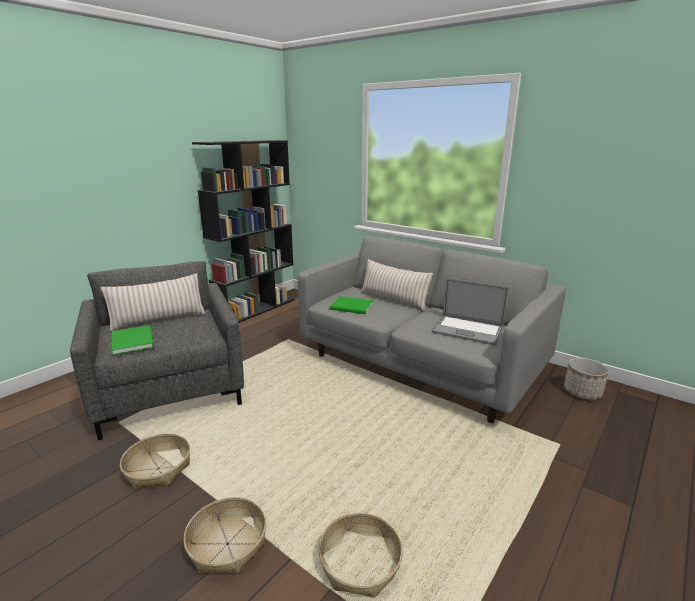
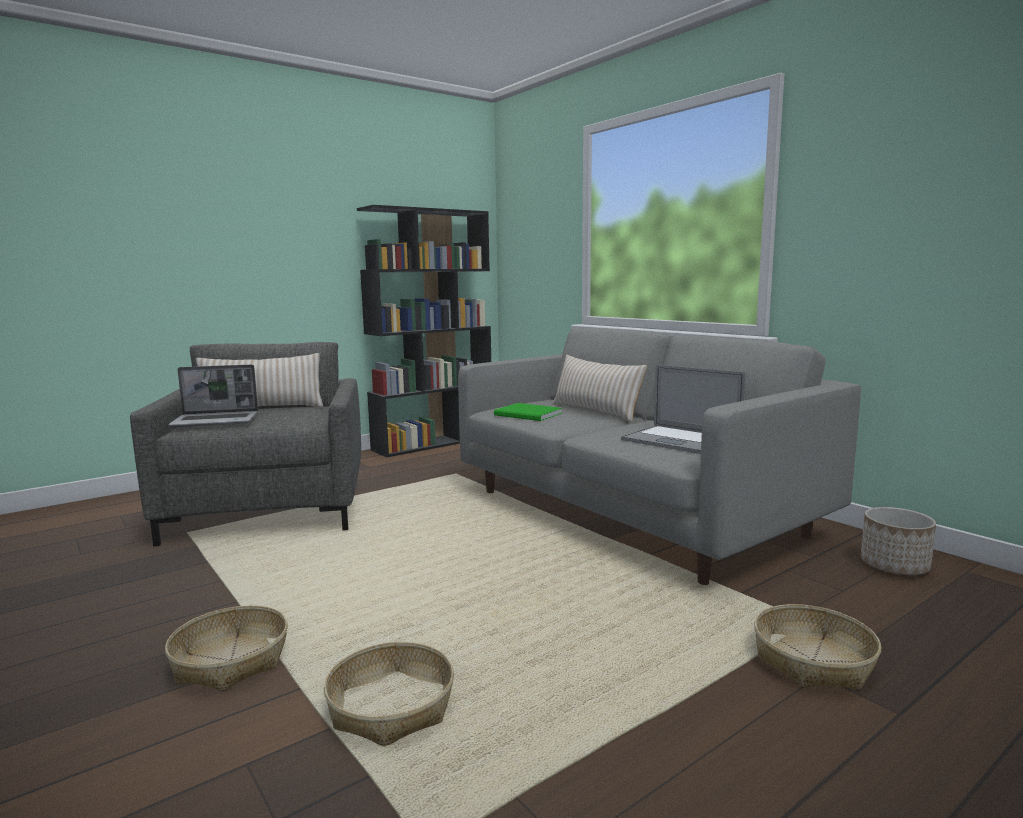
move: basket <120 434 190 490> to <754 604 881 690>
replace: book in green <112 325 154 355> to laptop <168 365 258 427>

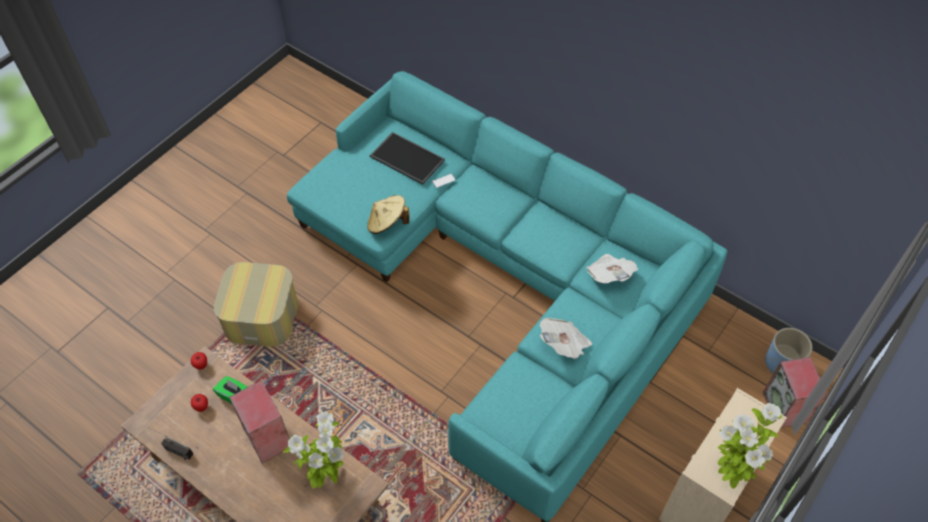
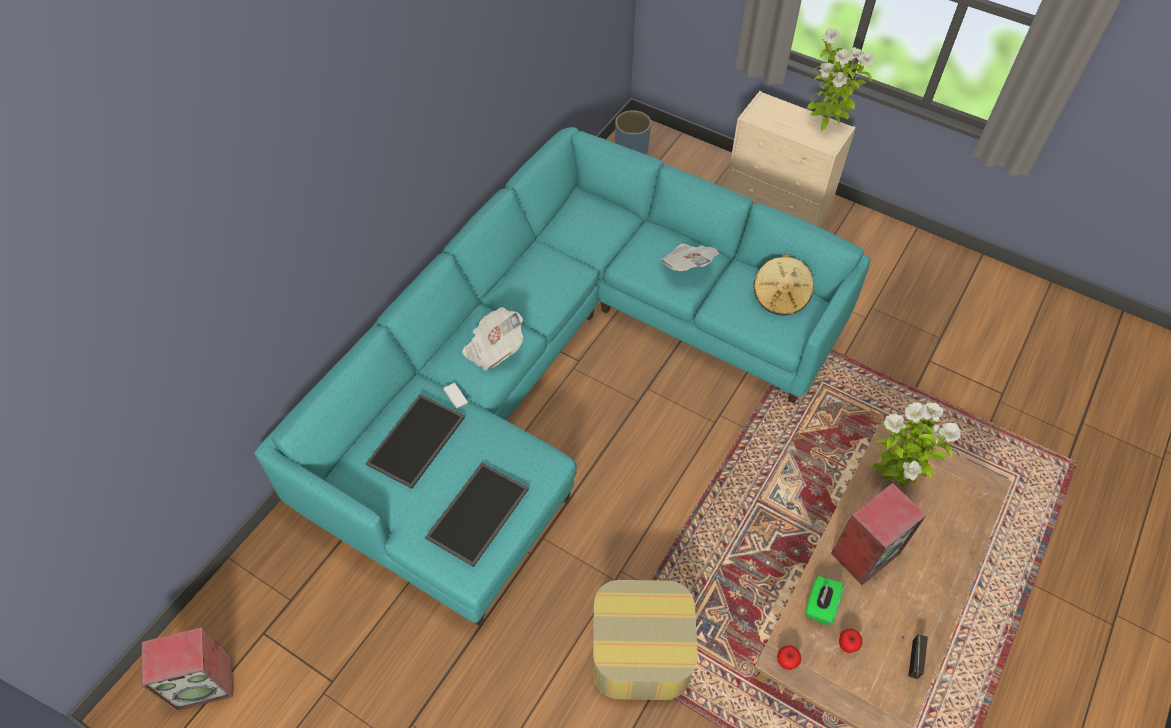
insert: tray <425 463 529 567>
move: hat in beige <367 195 409 234> to <753 254 814 316>; newspaper <586 254 638 283> to <462 307 523 371>; speaker <763 357 827 428> to <141 627 233 711>

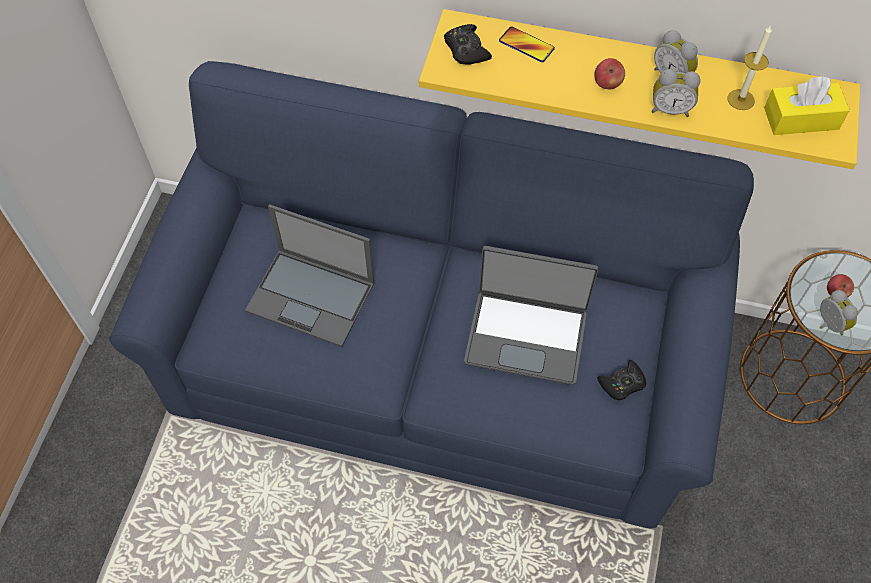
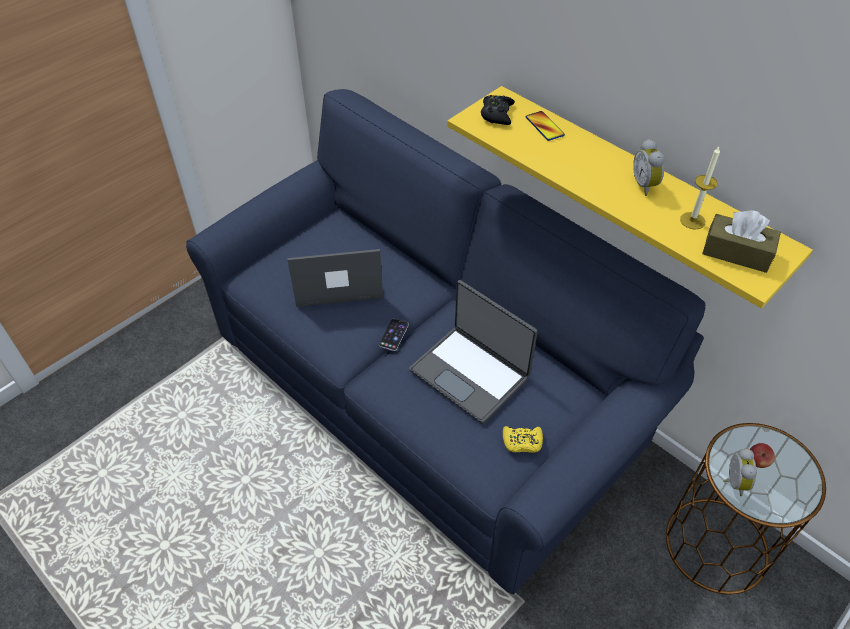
delete: apple <594 58 625 89>; alarm clock <651 69 700 117>
insert: phone <379 318 409 351>
recolor: tissue box in yellow <764 76 850 135> to tissue box in brown <702 210 781 273>; game controller in black <597 360 646 400> to game controller in yellow <503 426 543 453>
rotate: laptop <245 204 375 347> = <287 249 383 307> 120 degrees clockwise

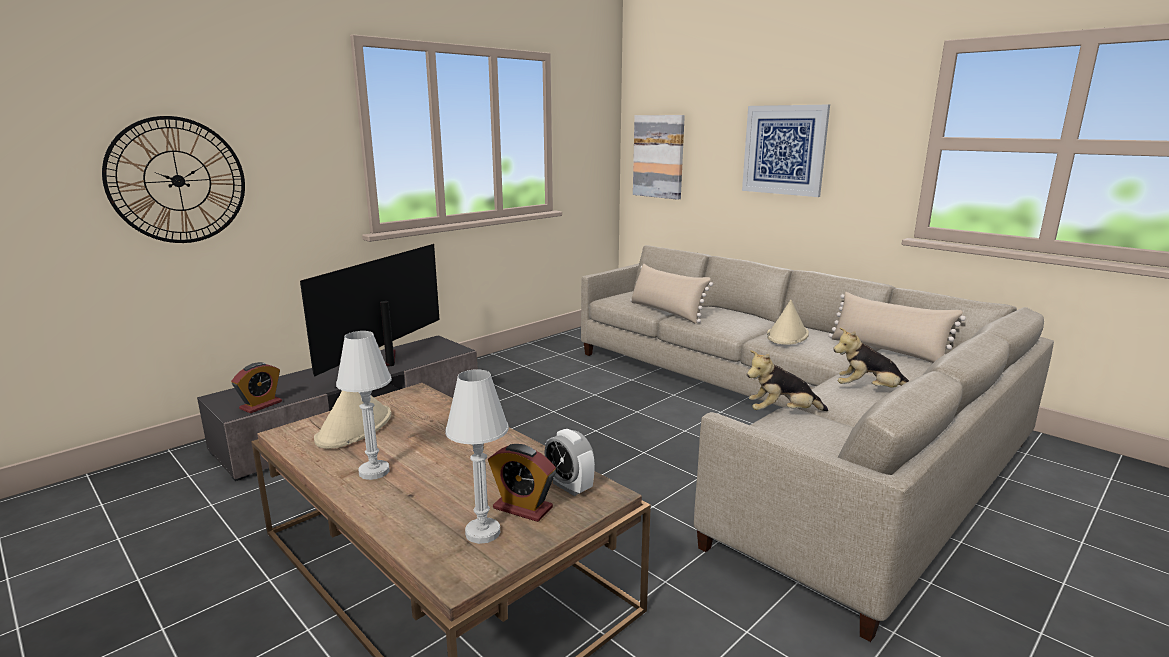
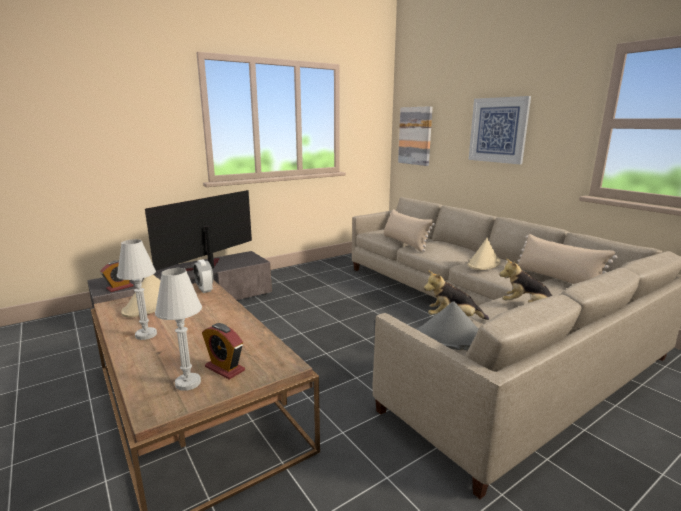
delete: wall clock <102 116 245 243>
insert: hat in grey <416 301 479 350>
move: alarm clock <544 429 595 496> to <193 260 213 293>

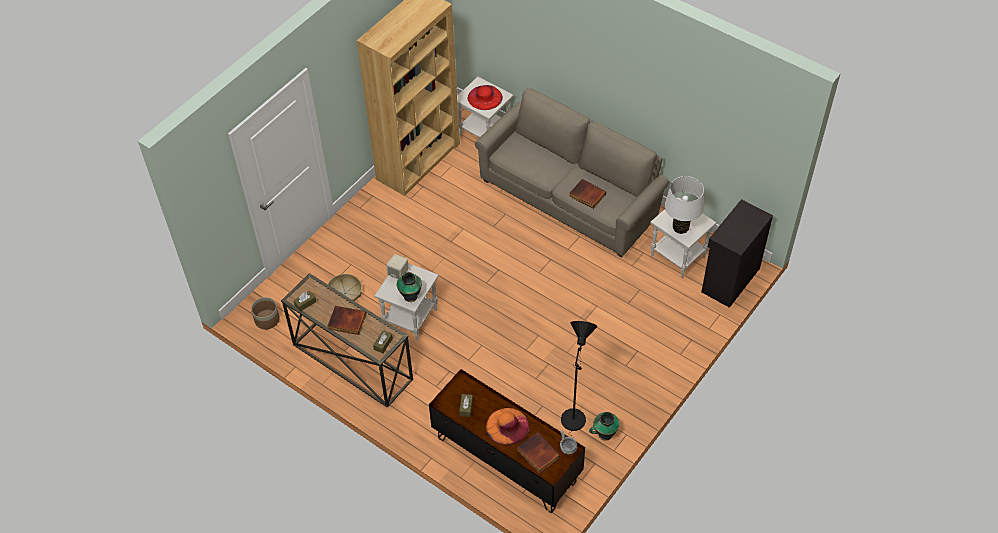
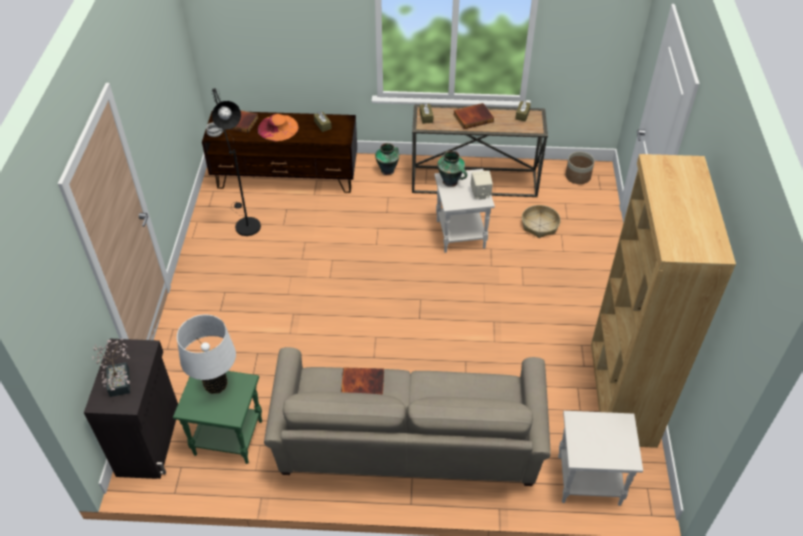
delete: hat in red <468 85 503 110>
insert: potted plant <92 338 130 397>
move: vase <589 412 620 441> to <375 143 400 175>
recolor: side table in white <650 197 716 278> to side table in green <173 371 262 464>

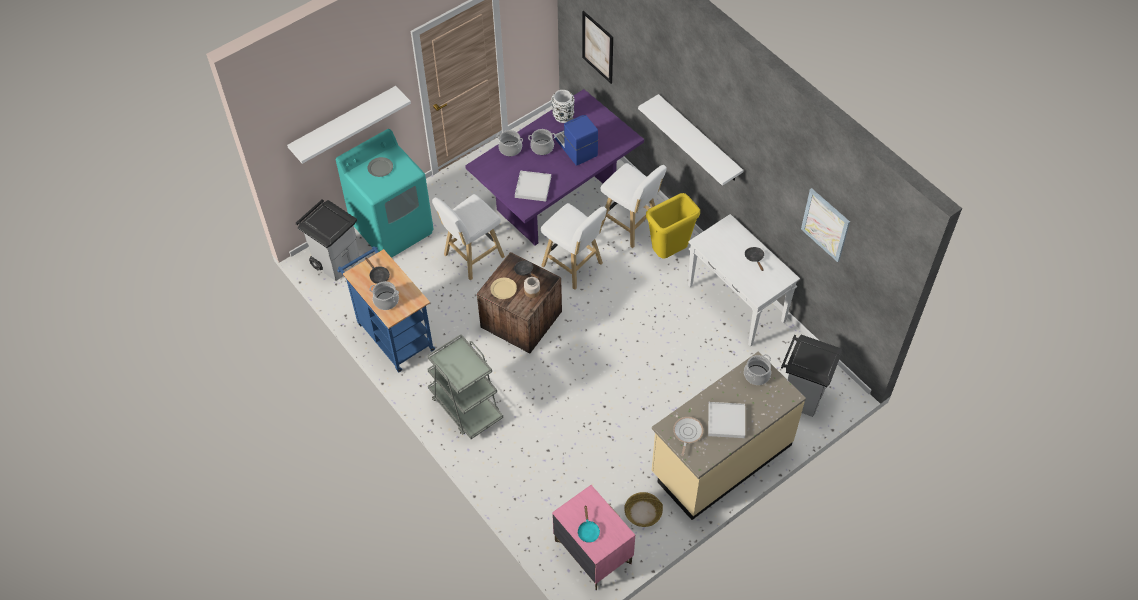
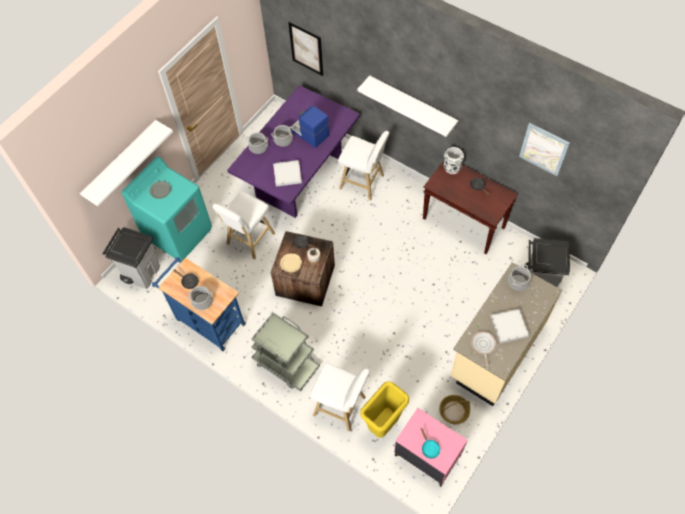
move: vase in white <552 90 574 123> to <444 147 464 174>; trash can in yellow <646 193 700 258> to <360 381 409 438>; stool in white <541 203 607 290> to <310 363 370 431>
recolor: console table in white <688 214 800 347> to console table in brown <423 161 518 254>

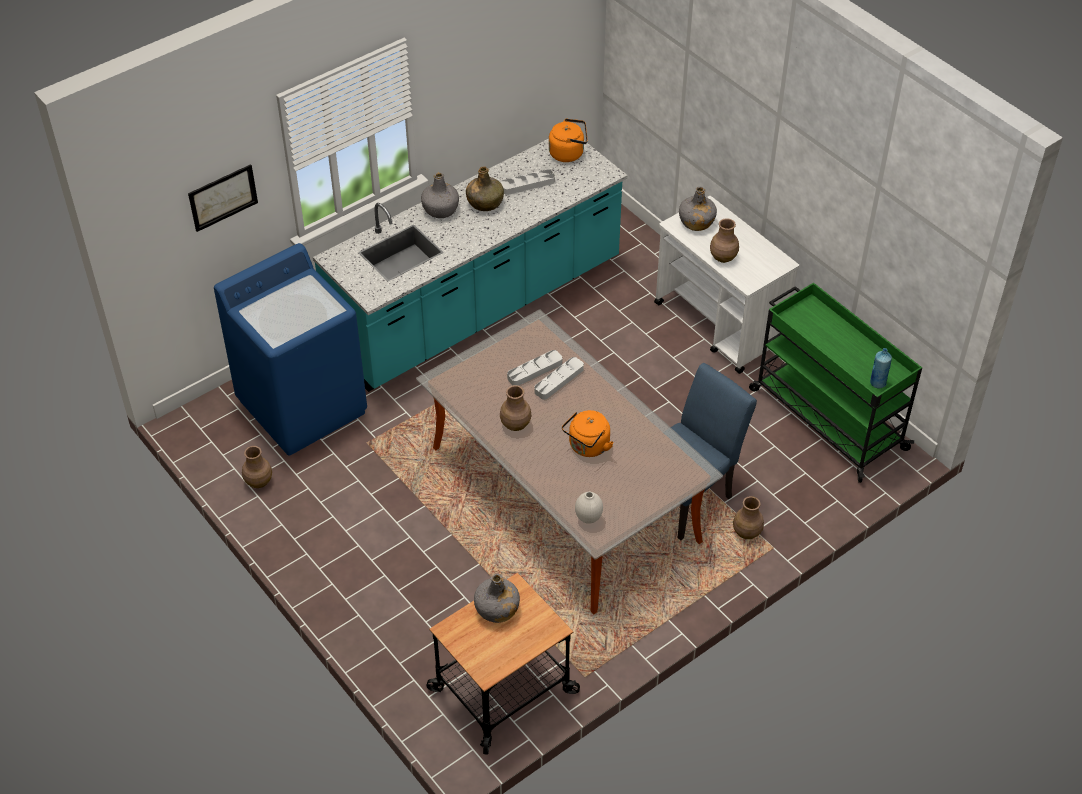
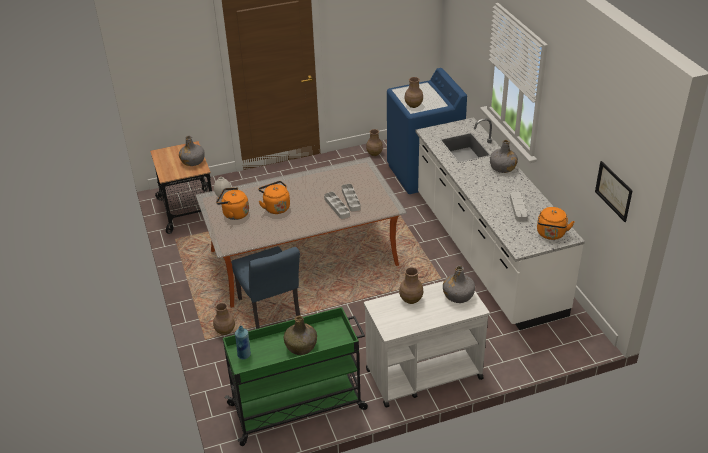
insert: kettle in orange <216 187 249 220>
move: picture <188 164 258 232> to <595 161 632 222>; bottle in green <466 166 504 211> to <284 315 317 355>; vase in brown <500 385 531 431> to <404 77 423 108>
recolor: counter in turquoise <313 139 627 392> to counter in white <415 117 585 330>

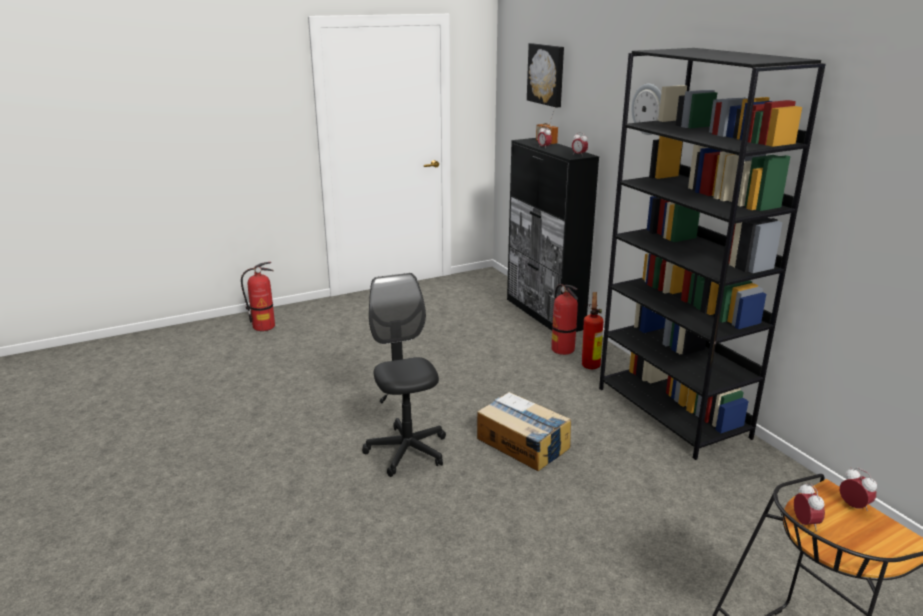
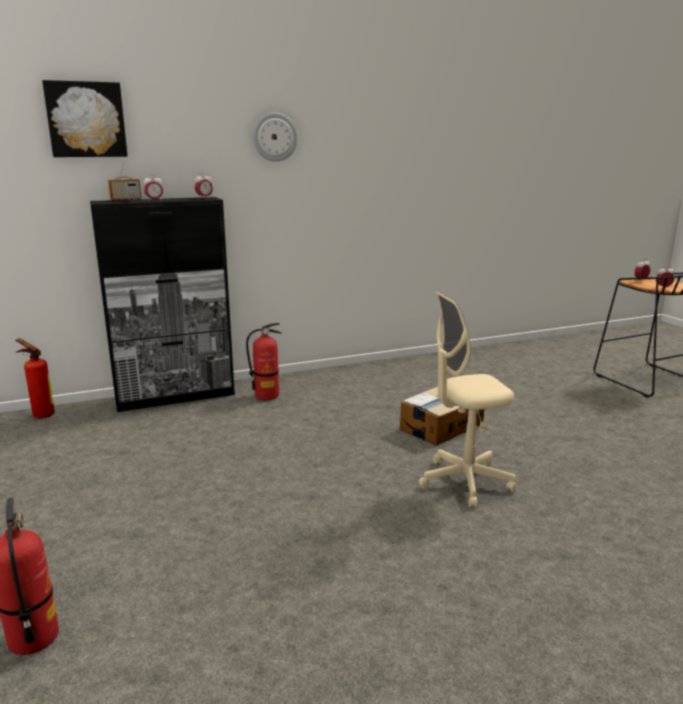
delete: bookcase in black <599 48 825 460>
move: fire extinguisher <582 292 603 369> to <15 338 55 418>
recolor: office chair in black <362 273 446 477> to office chair in beige <419 291 516 508>

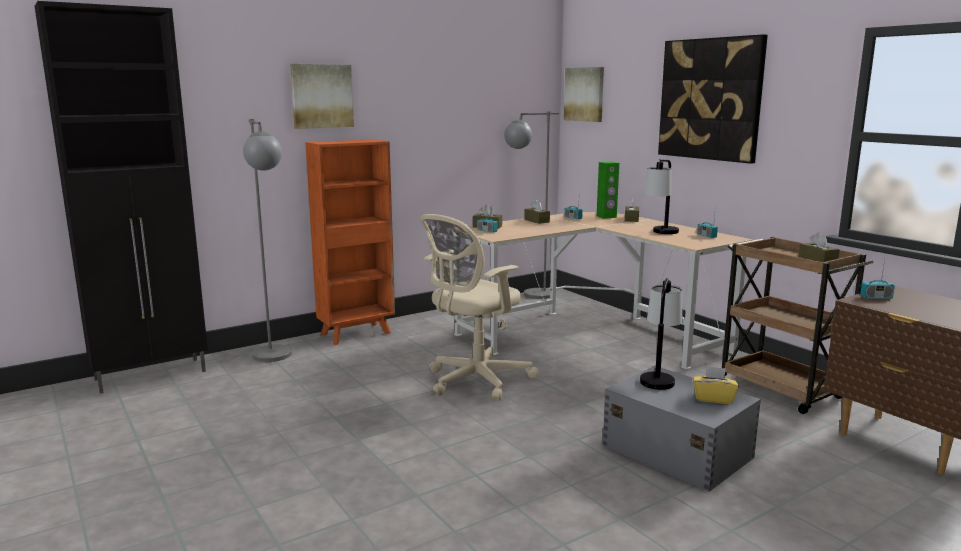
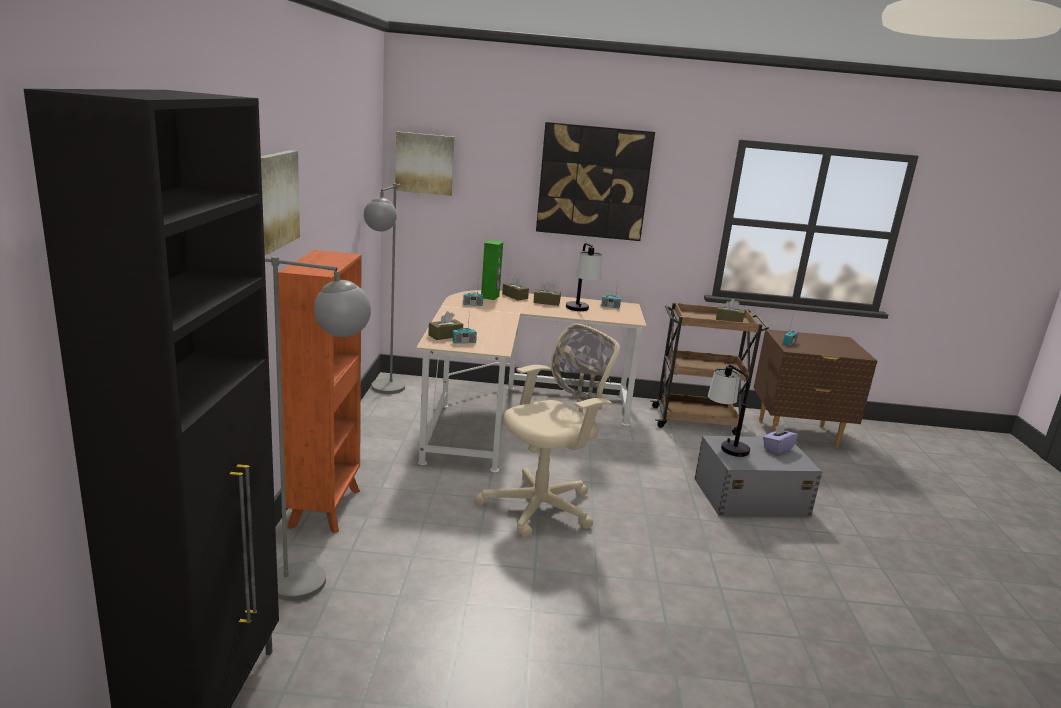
move: tissue box in brown <524 199 550 224> to <534 282 561 306>
recolor: tissue box in yellow <693 366 738 404> to tissue box in purple <763 424 798 454>
rotate: office chair in beige <420 214 539 401> = <474 323 620 537> 120 degrees counterclockwise

